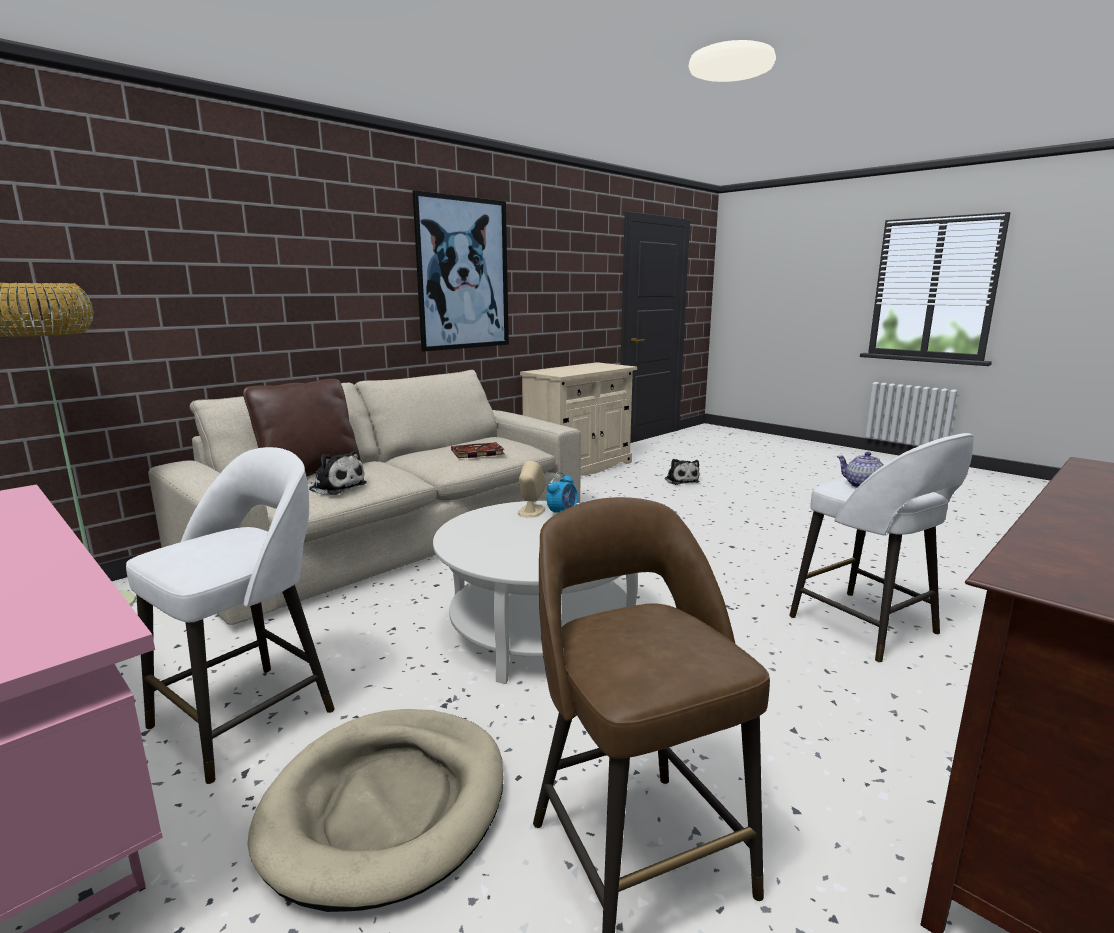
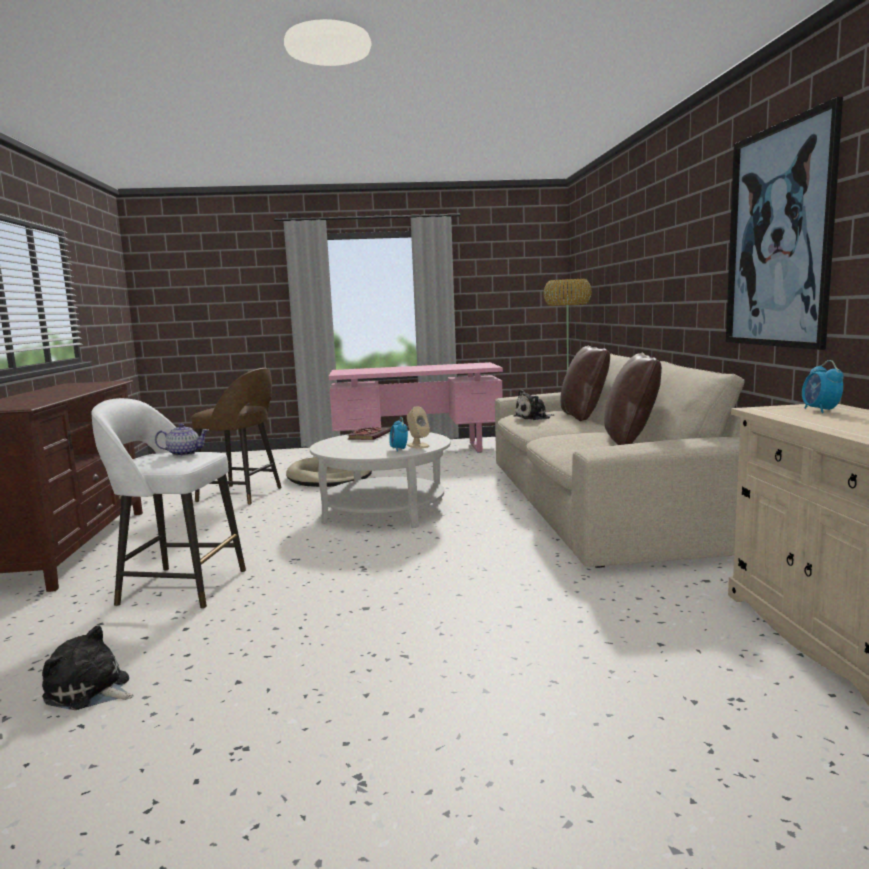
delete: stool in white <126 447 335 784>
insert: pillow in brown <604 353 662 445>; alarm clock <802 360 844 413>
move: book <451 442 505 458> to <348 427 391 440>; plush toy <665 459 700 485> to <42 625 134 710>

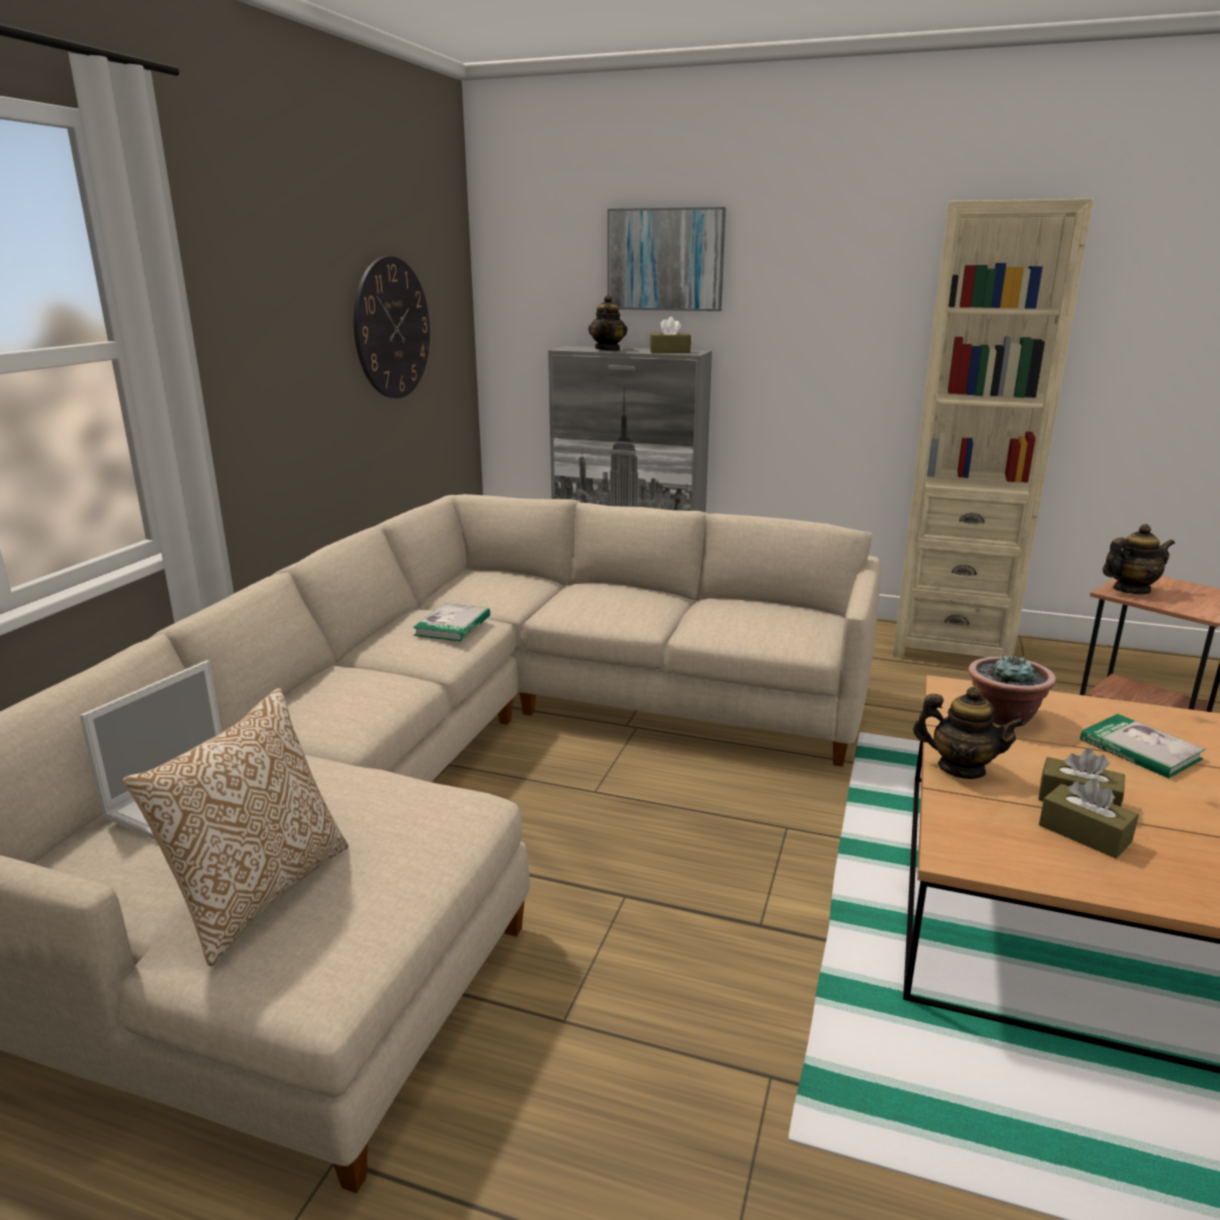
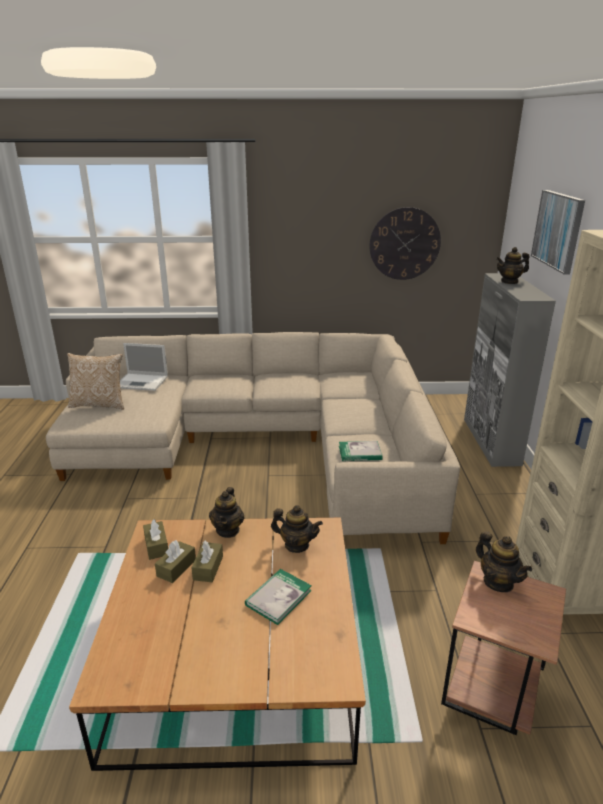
move: tissue box in brown <650 317 691 353> to <143 519 168 560>; book <413 603 490 642> to <339 441 383 461>
replace: potted plant <968 653 1056 727> to teapot <271 505 323 553>

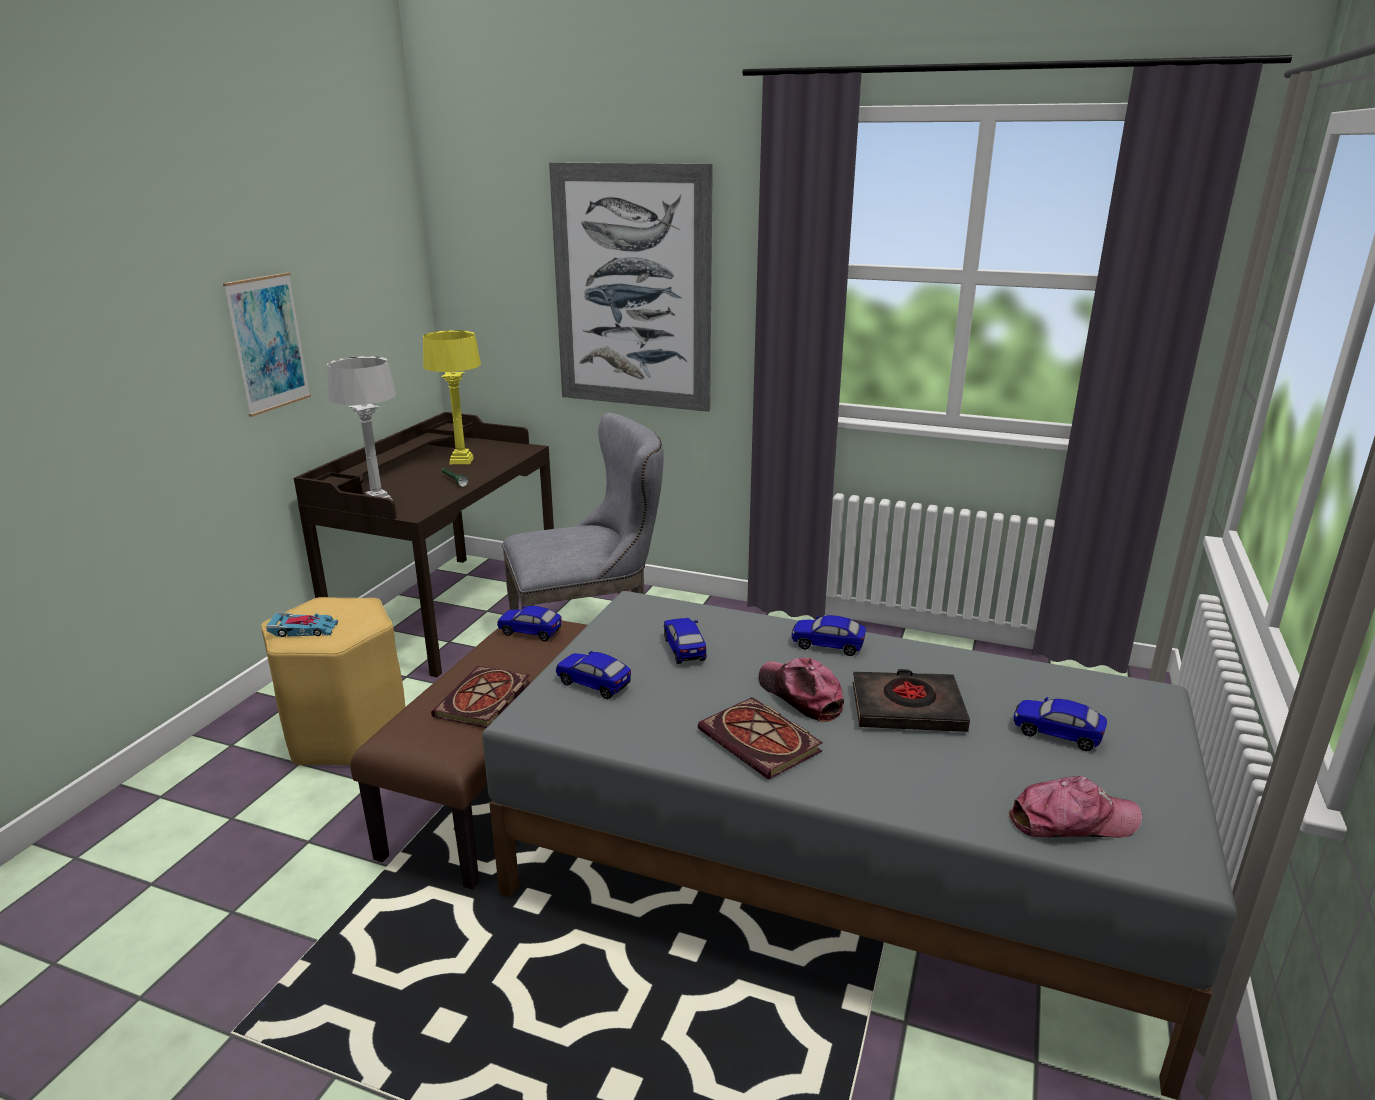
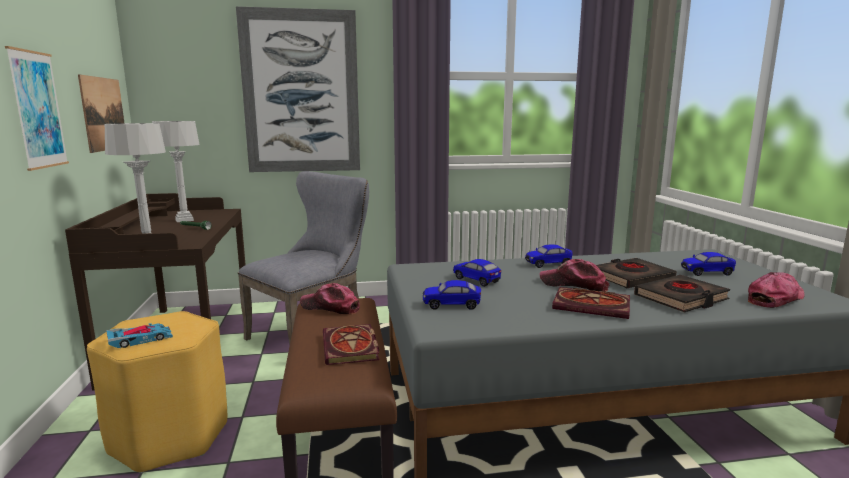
insert: picture <78 74 124 153>; book in black <634 275 730 313>
replace: toy car <497 606 562 641> to cap <300 283 360 314>
recolor: table lamp in yellow <423 330 481 464> to table lamp in grey <152 121 200 222>

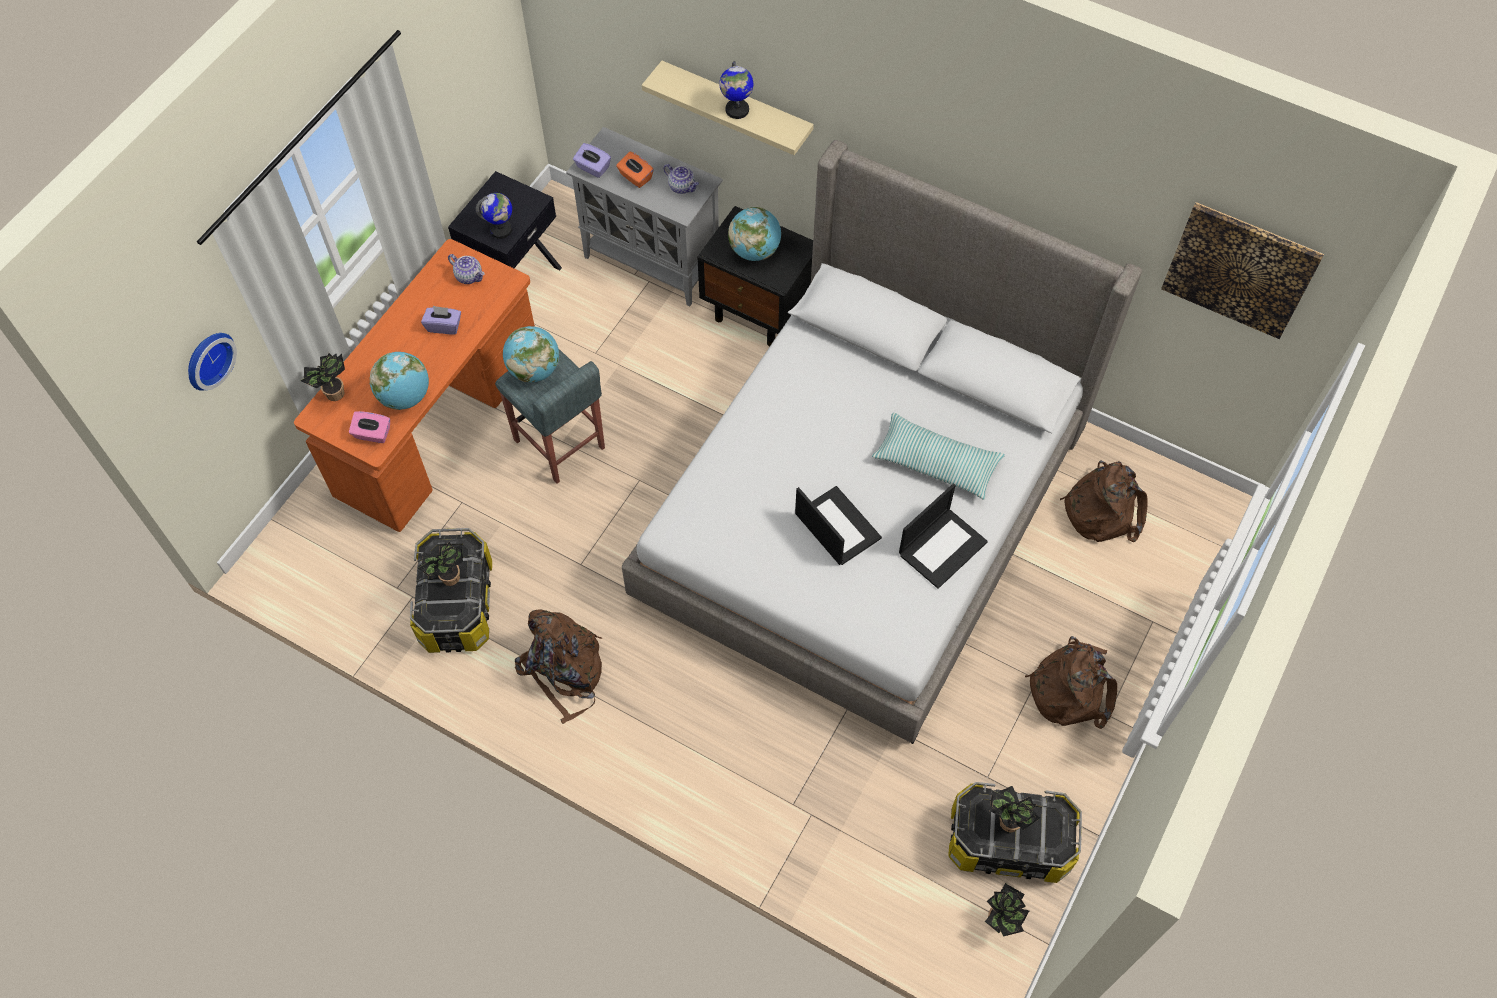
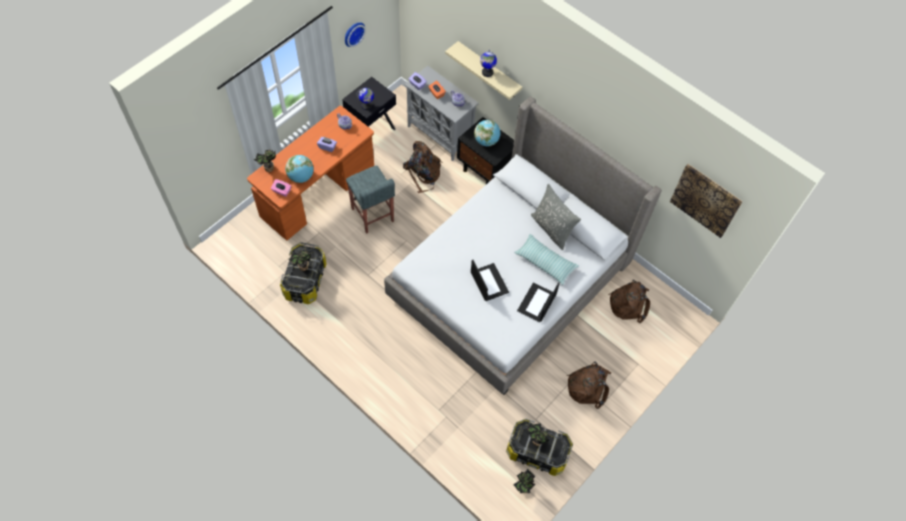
delete: globe <503 326 559 382>
insert: pillow in grey <531 184 581 250>
move: wall clock <188 333 237 391> to <345 22 366 47>; backpack in brown <515 609 603 724> to <403 141 443 193>
rotate: laptop <899 483 988 589> = <517 282 560 322> 150 degrees clockwise

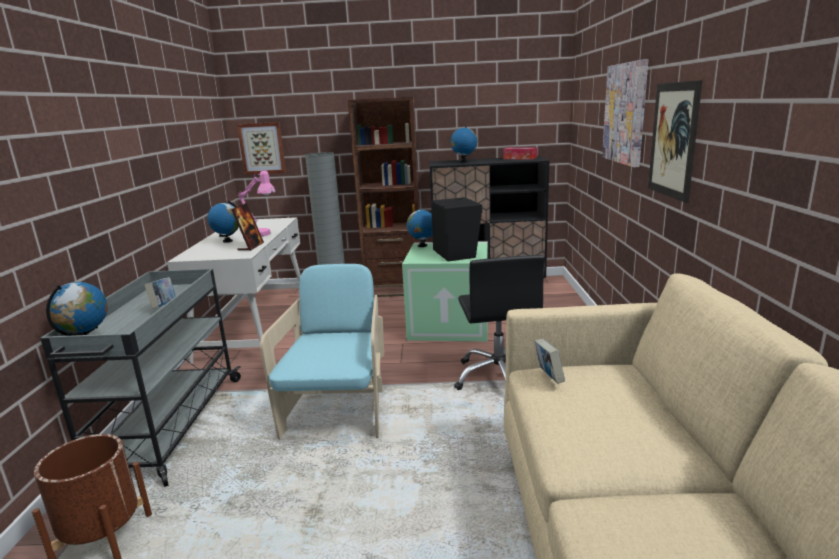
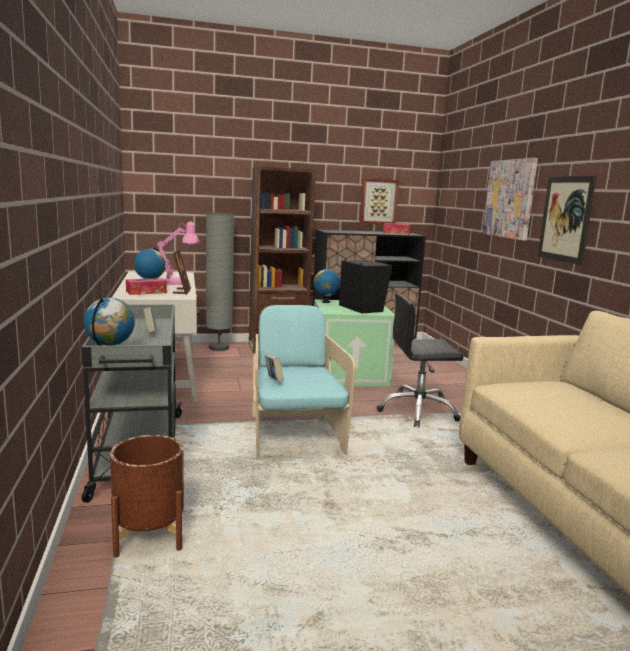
delete: globe <450 126 477 163>
insert: tissue box <126 278 167 295>
move: picture <237 122 286 175> to <360 178 399 225>; book <534 338 565 384> to <265 354 284 381>
rotate: office chair in black <454 255 545 390> = <376 293 463 427> 105 degrees clockwise

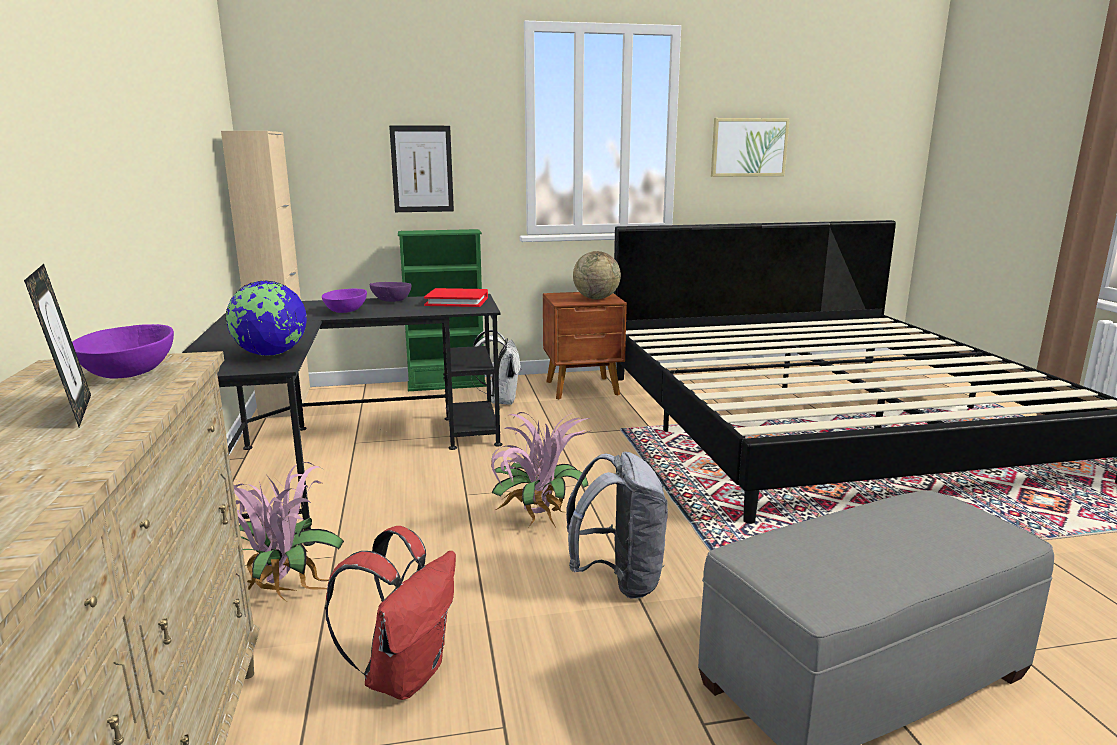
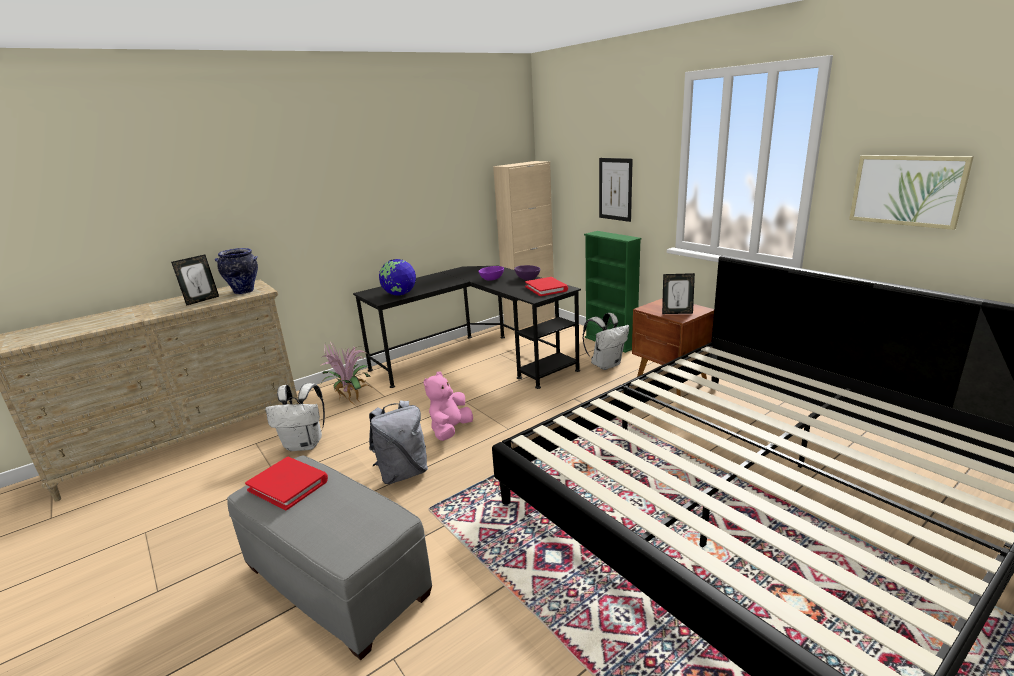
insert: book in red <245 457 328 510>
replace: globe <573 251 621 299> to picture frame <662 273 695 314>; bowl in purple <72 324 174 378> to vase <215 248 258 294>; potted plant <491 411 591 527> to plush toy in pink <423 371 473 441>
recolor: backpack in red <325 526 456 700> to backpack in white <265 383 325 451>

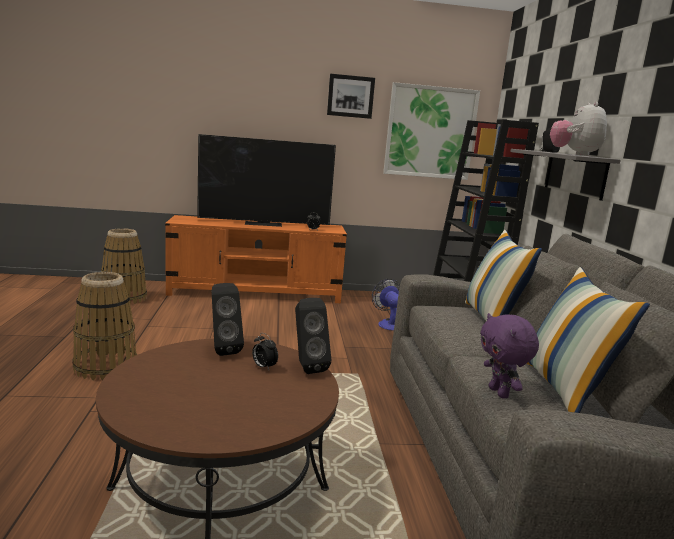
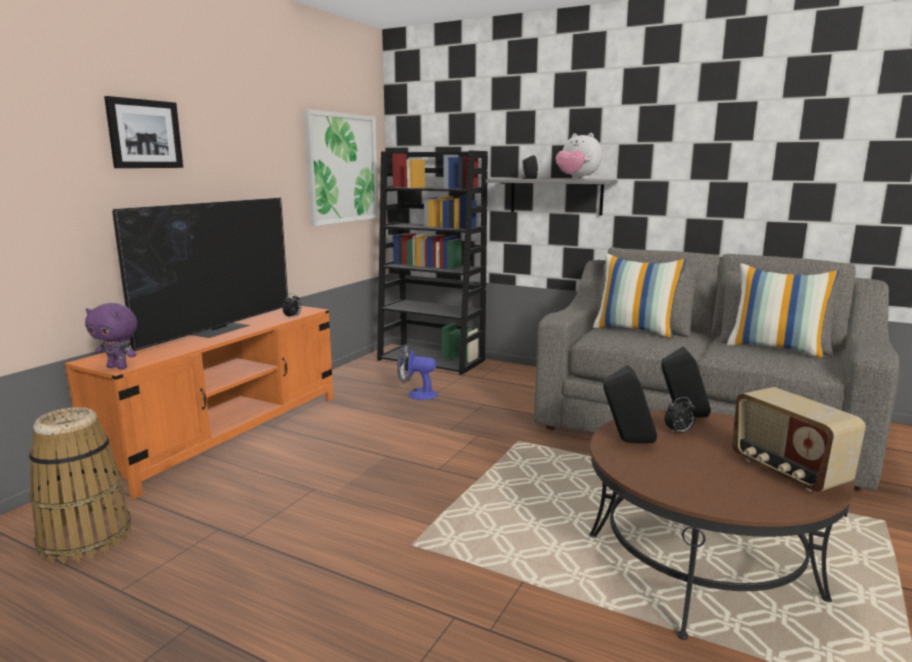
delete: basket <72 272 137 380>
insert: radio <732 387 866 492>
move: picture <327 74 375 119> to <104 96 183 168>; plush toy in purple <480 313 539 398> to <85 303 137 369>

